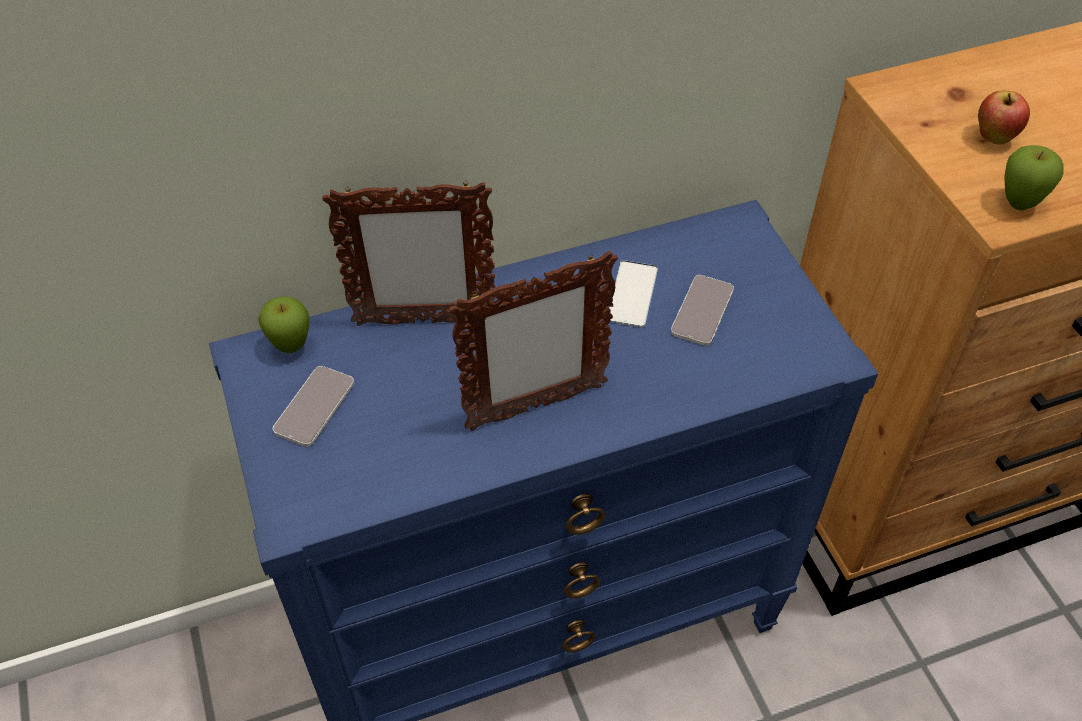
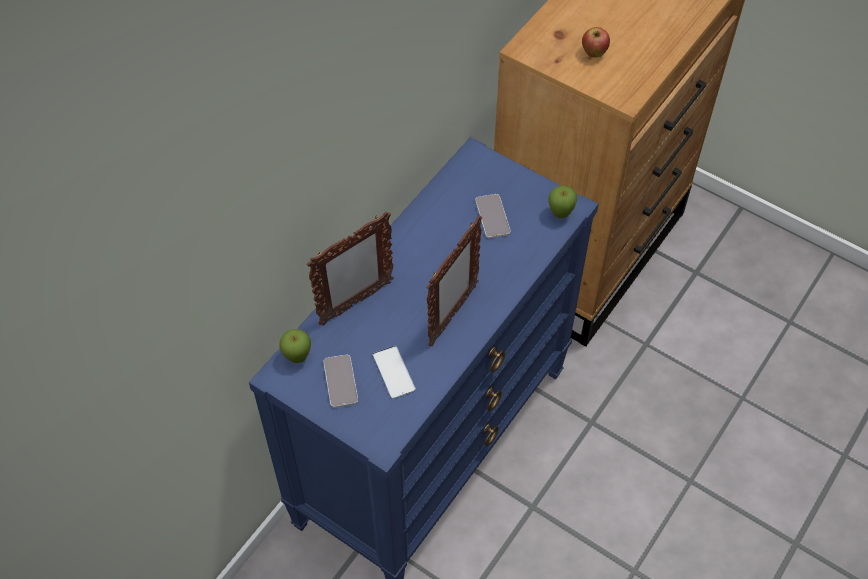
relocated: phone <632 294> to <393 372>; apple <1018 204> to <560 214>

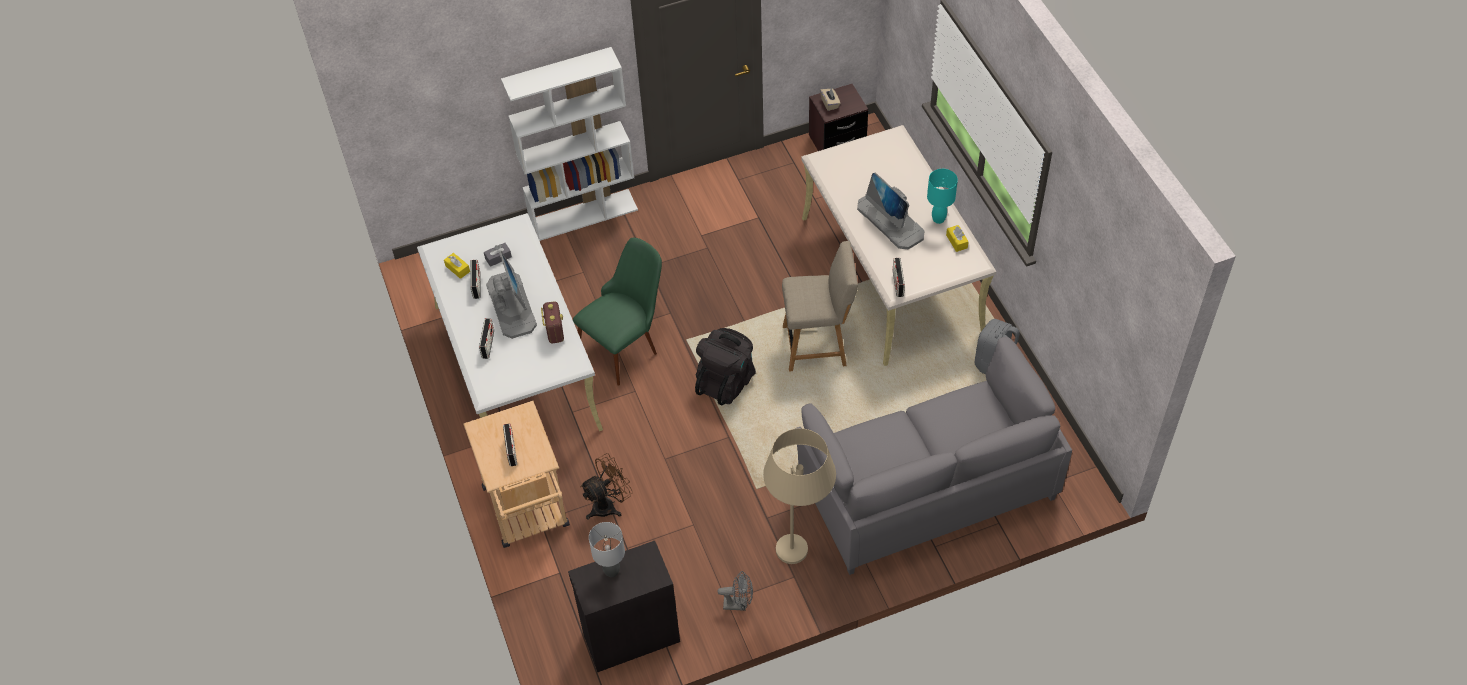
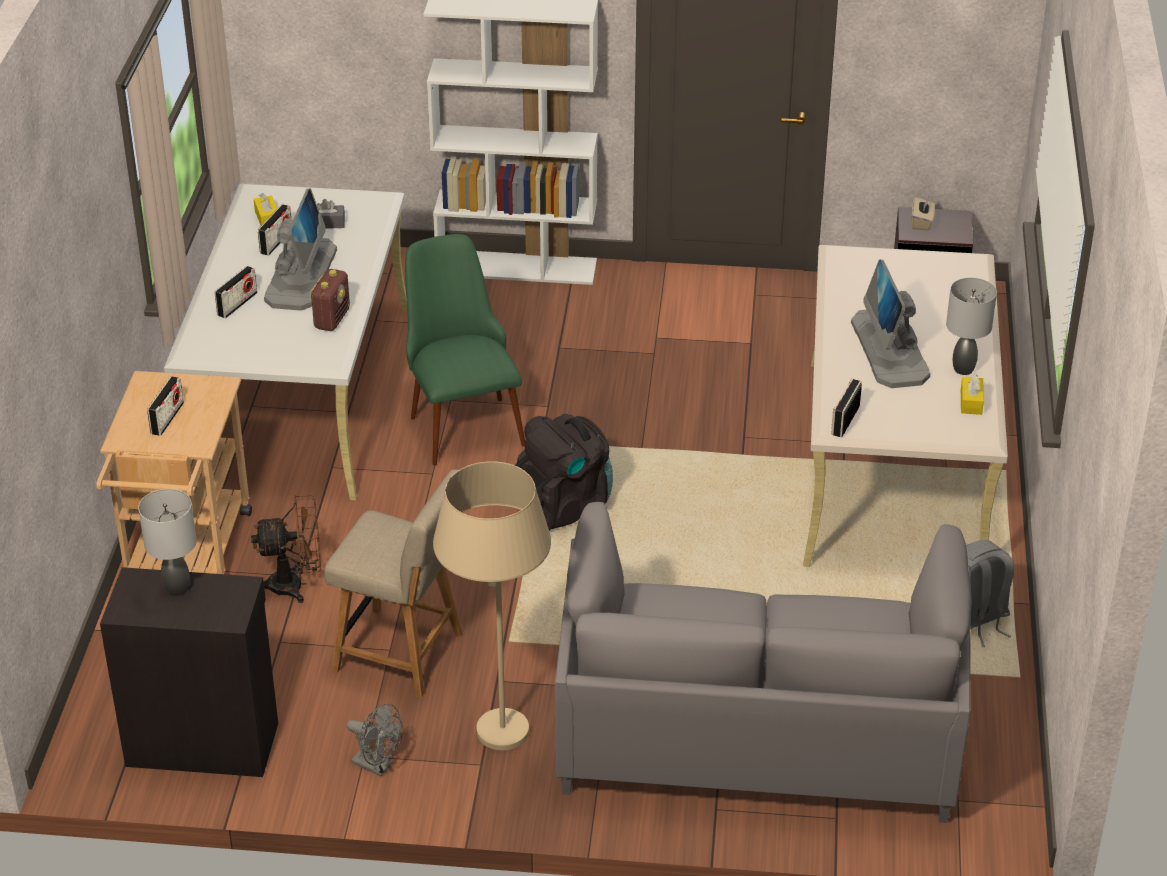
relocated: beige chair <818 345> to <404 654>
colour: turquoise table lamp <938 219> to grey table lamp <963 369>
spun: green chair <626 344> = <461 419> 90 degrees counterclockwise

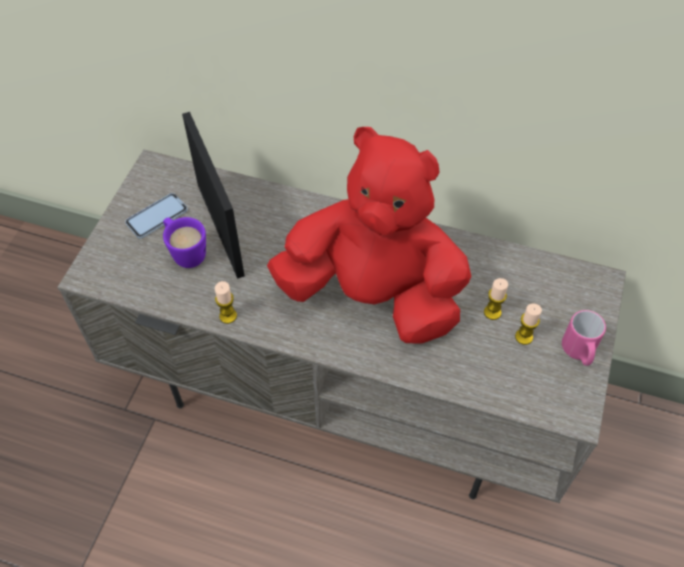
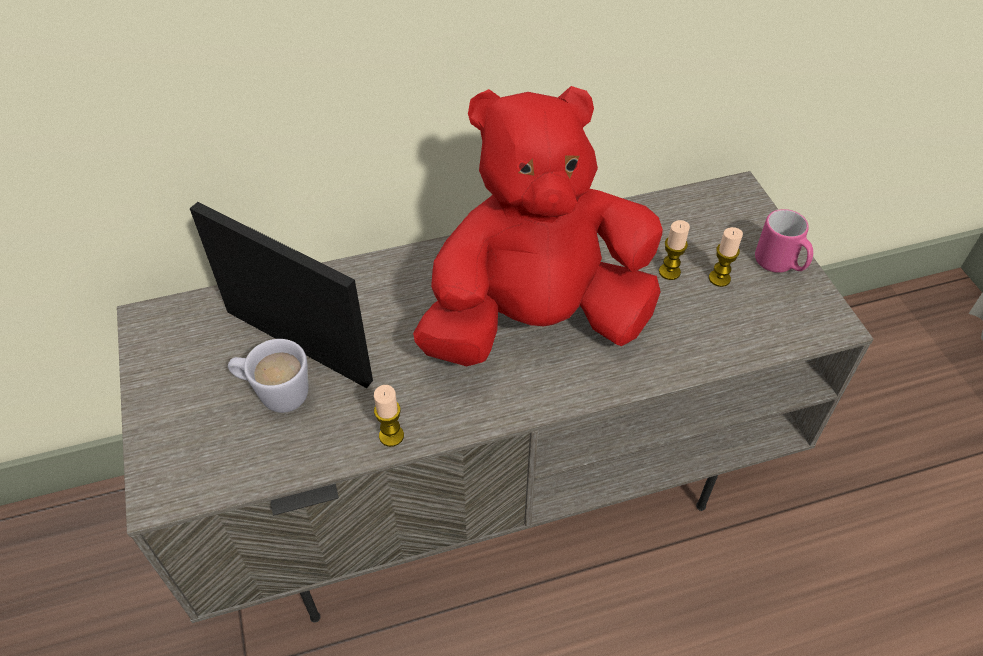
missing: phone <157 217>
colour: purple mug <185 252> to white mug <275 394>

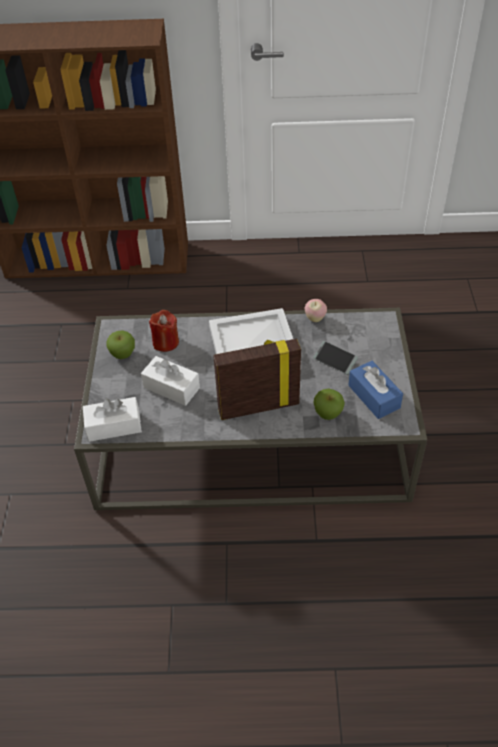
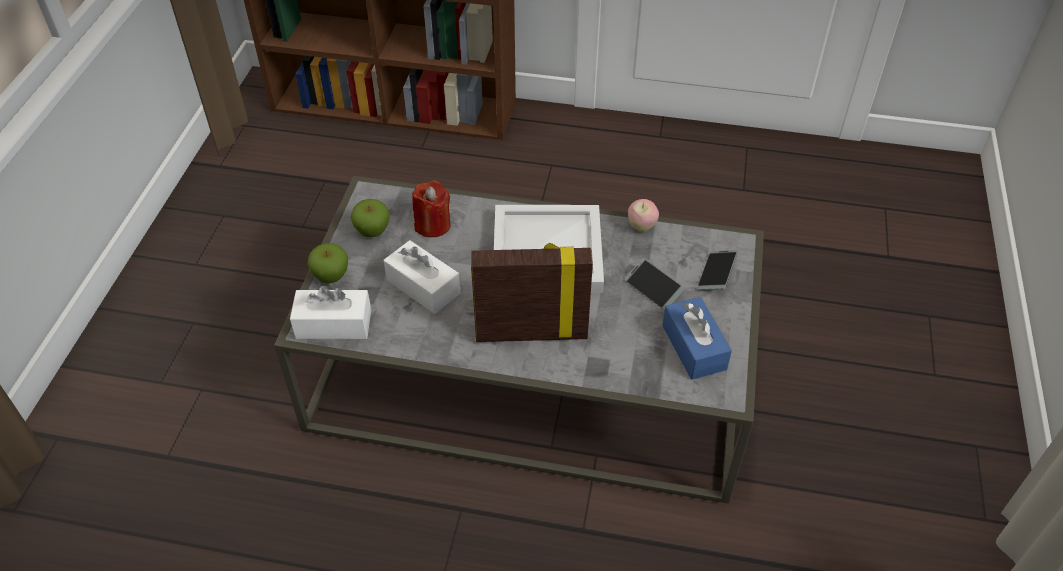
appeared: phone <716 274>
relocated: apple <328 414> to <331 276>

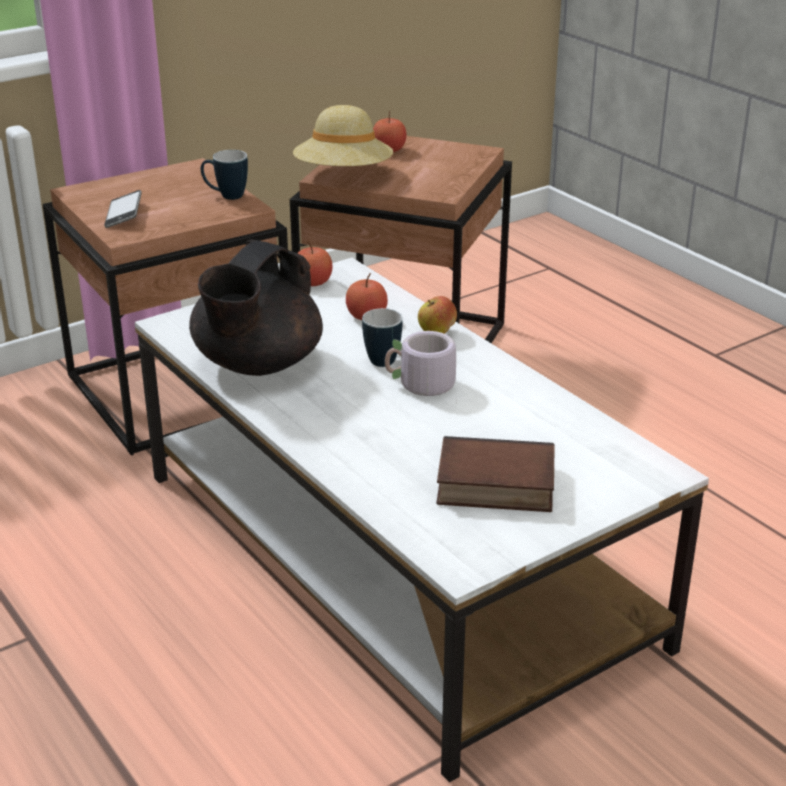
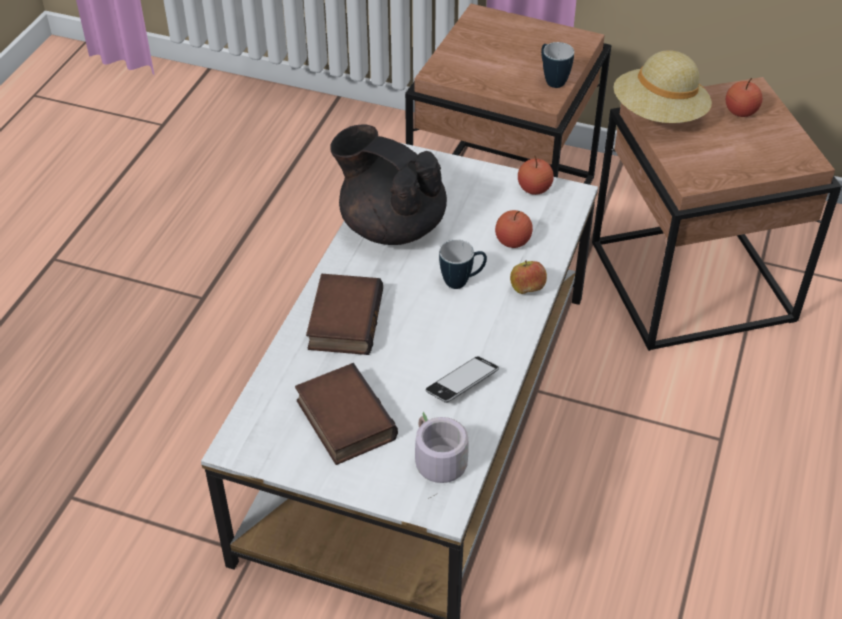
appeared: book <343 319>
relocated: grey mug <420 386> to <435 461>; phone <124 215> to <462 383>
spun: black teapot <257 365> = <391 225> 45 degrees clockwise

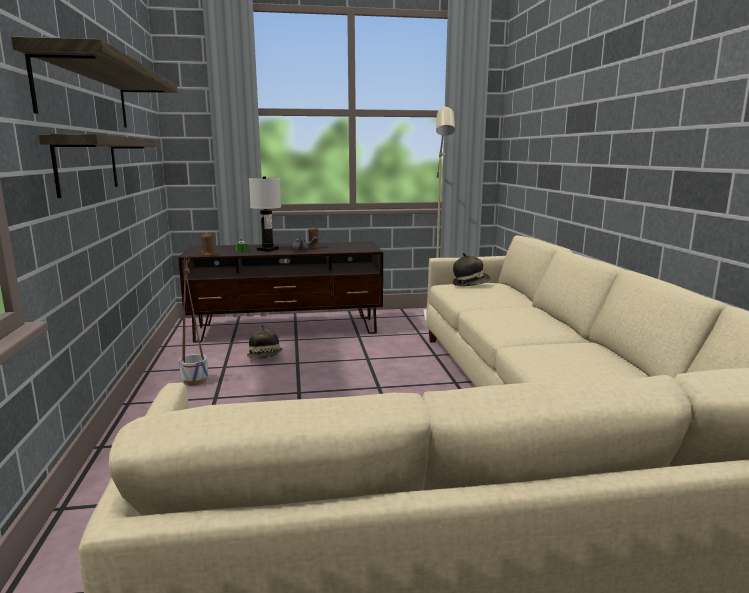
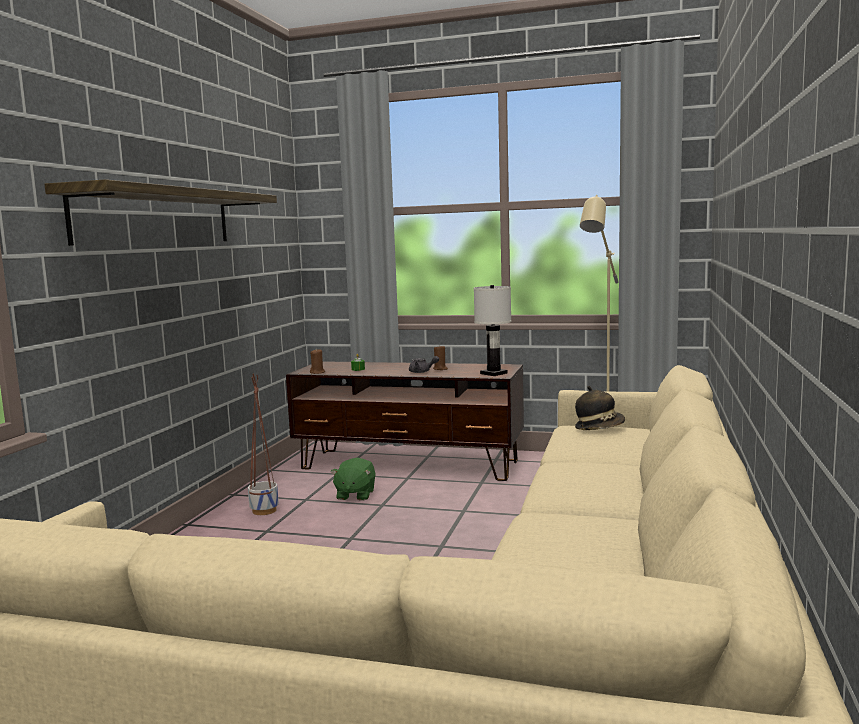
missing: shelf <87 164>
relocated: white table lamp <267 249> to <493 373>
exchanged: hat <265 357> to green plush toy <355 495>

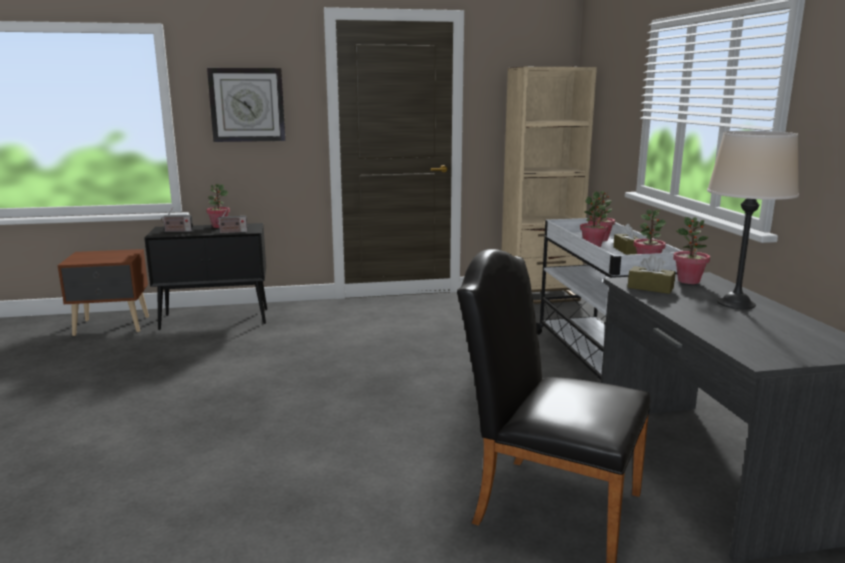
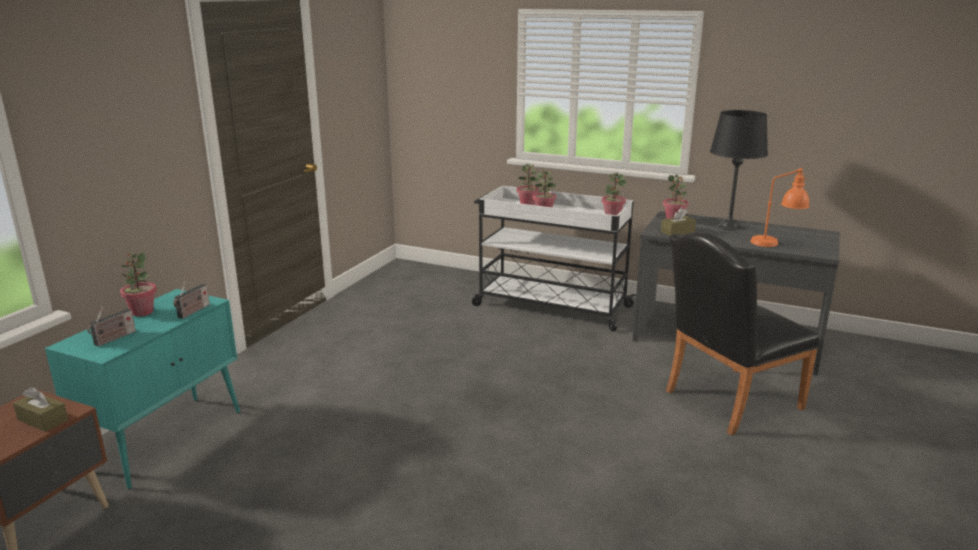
missing: wall clock <247 105>; beige bookcase <539 295>
appeared: orange table lamp <776 244>
relocated: brown tissue box <627 250> to <43 420>
colour: black cabinet <216 319> to turquoise cabinet <167 439>; beige table lamp <736 303> to black table lamp <729 226>

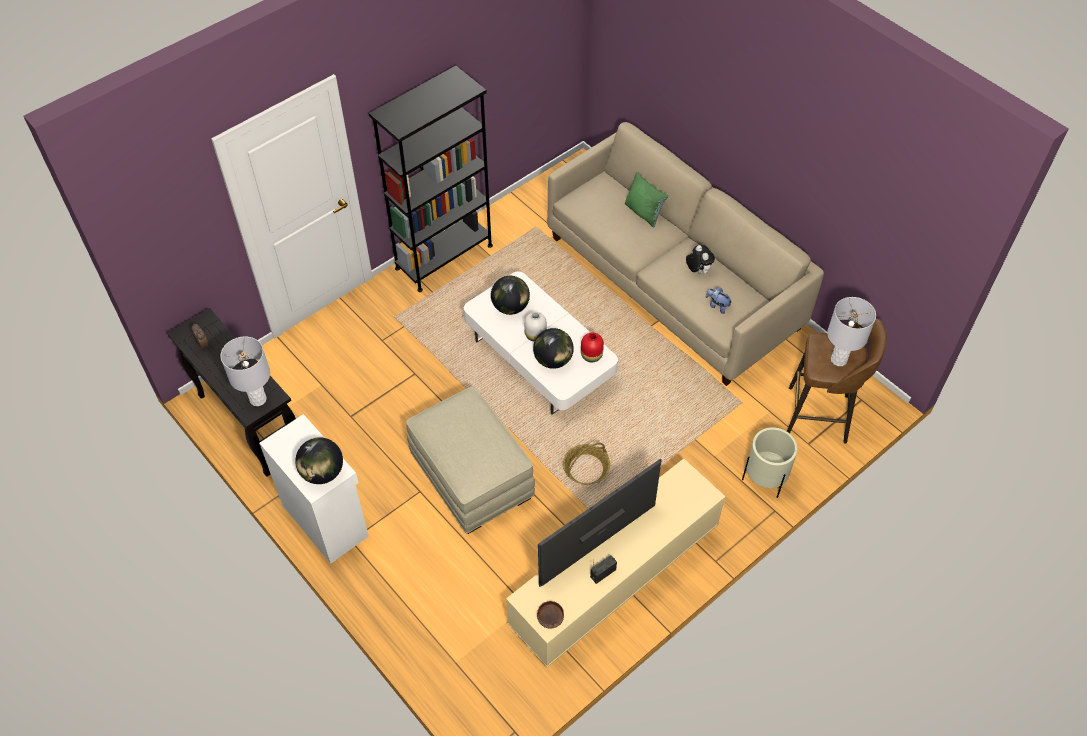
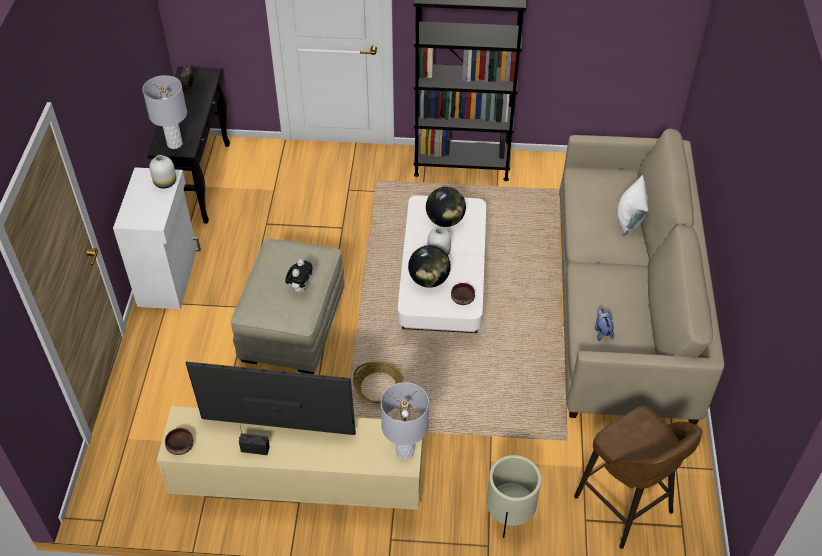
missing: globe <322 472>
appeared: white vase <166 182>
relocated: plush toy <697 271> to <300 287>; grey table lamp <838 360> to <404 451>
exchanged: red vase <592 355> to brown bowl <463 299>
colour: green pillow <644 213> to white pillow <629 220>

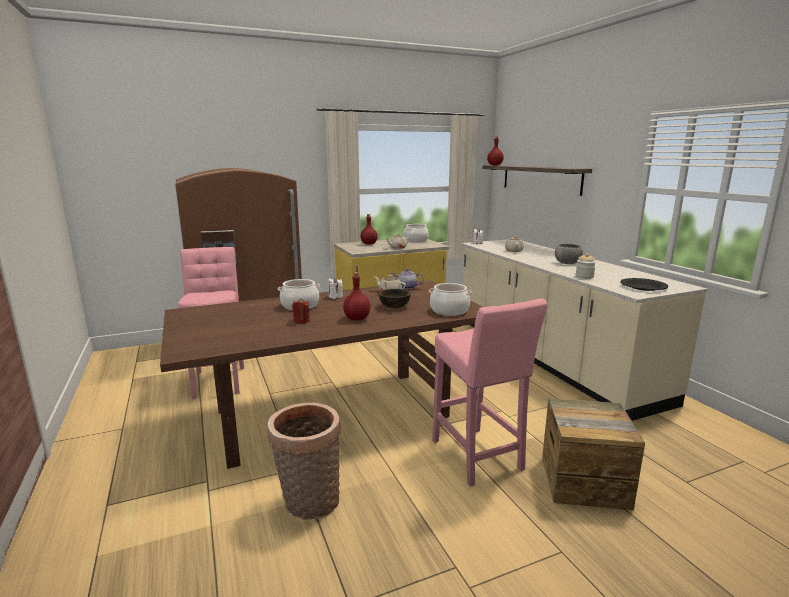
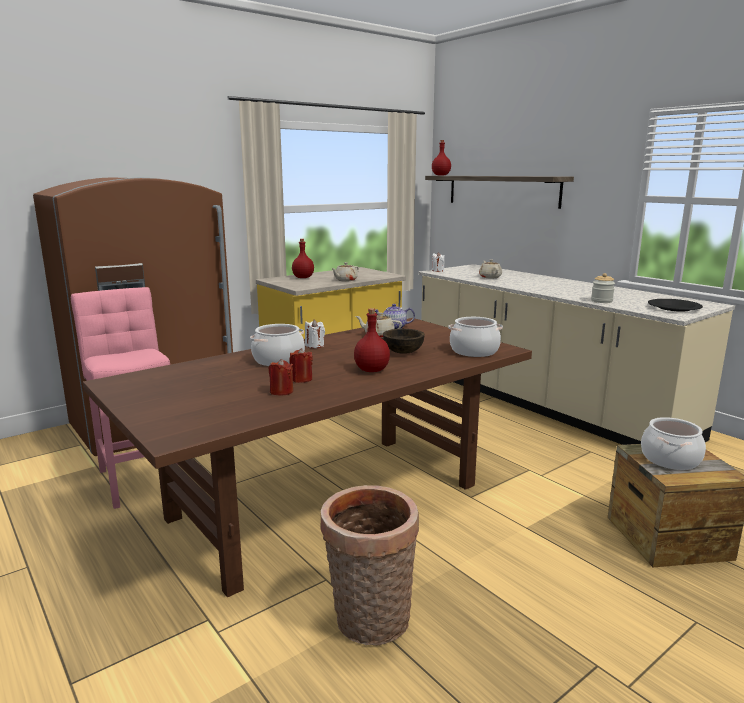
missing: pink stool <478 458>; grey bowl <567 263>
appeared: red candle <281 391>
relocated: cooking pot <416 240> to <670 459>

